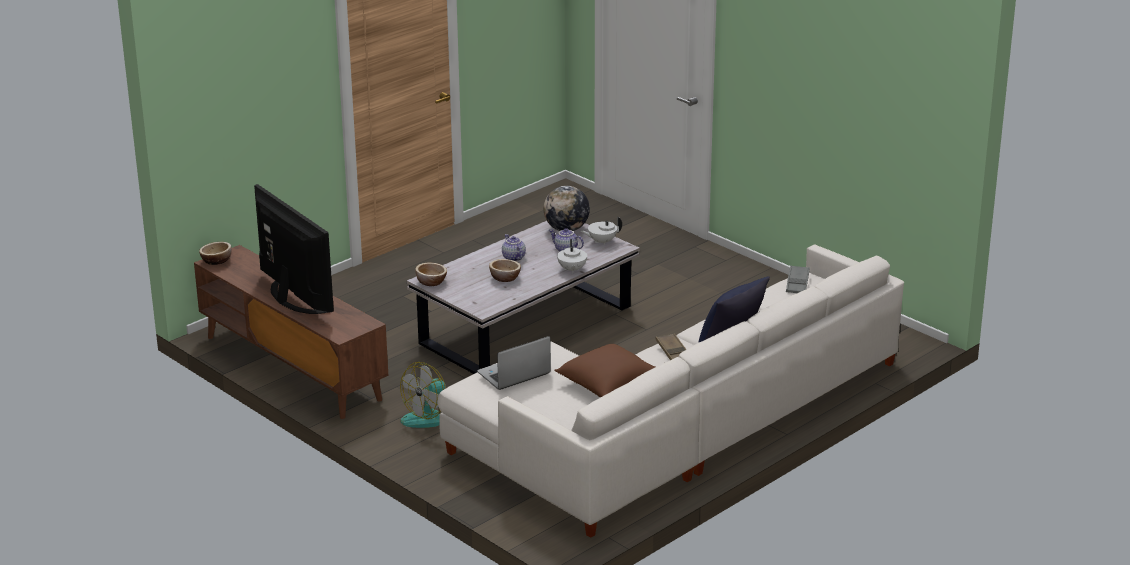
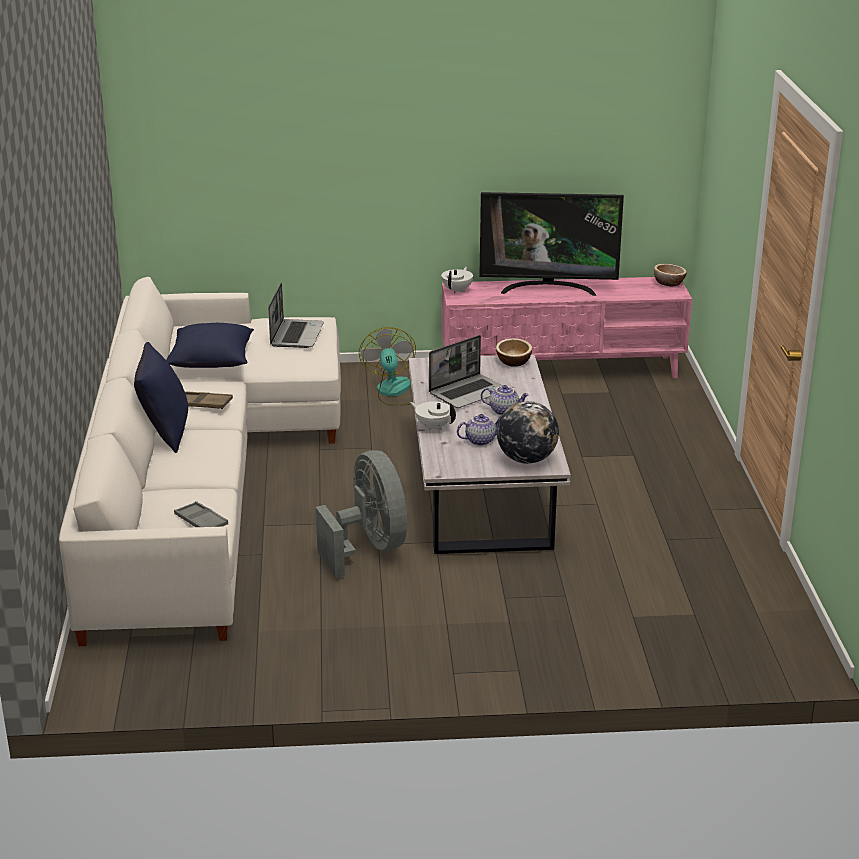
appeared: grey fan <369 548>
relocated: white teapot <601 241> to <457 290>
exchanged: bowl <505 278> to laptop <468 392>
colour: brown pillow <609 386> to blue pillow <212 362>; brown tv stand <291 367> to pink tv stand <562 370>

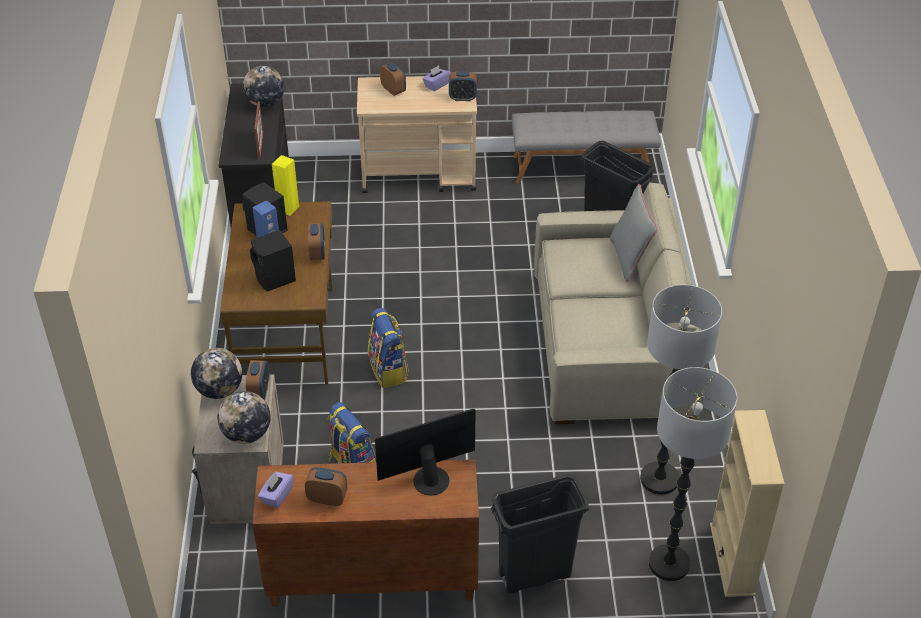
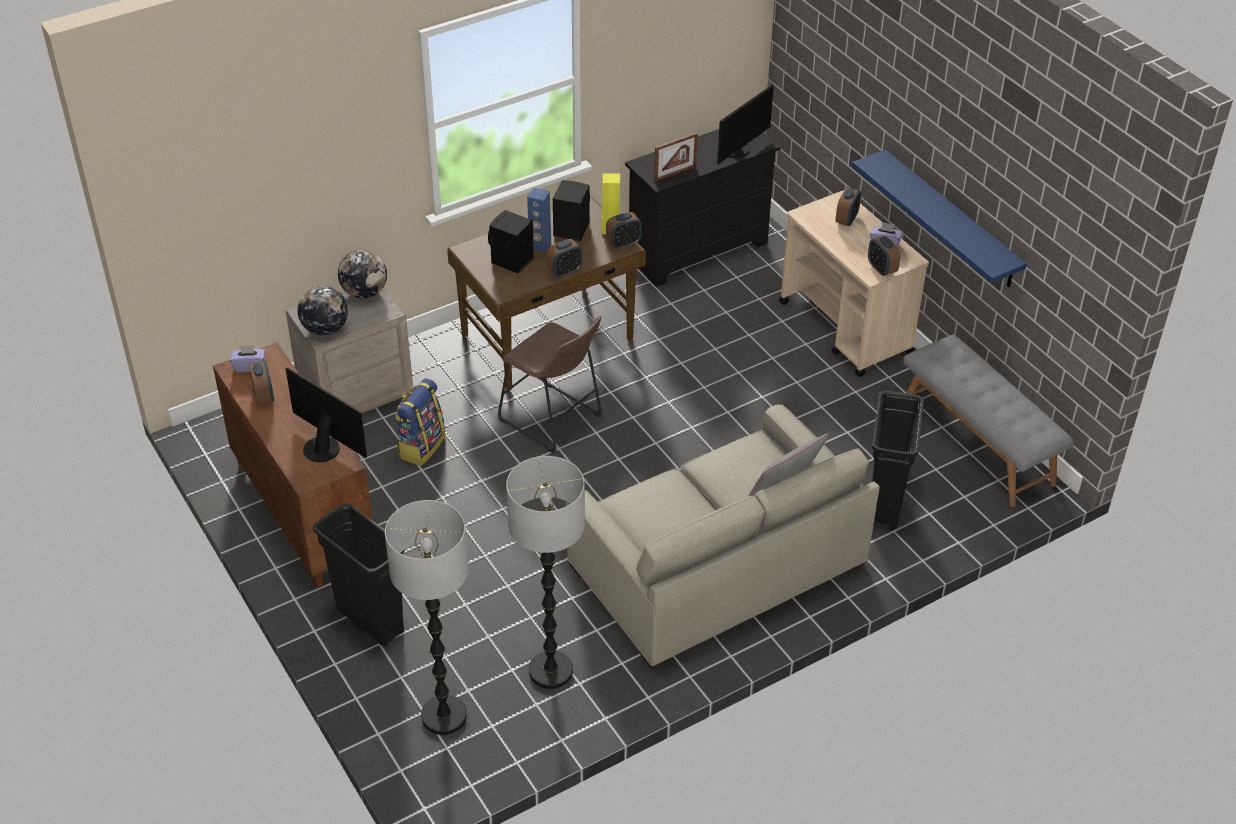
missing: beige bookcase <732 559>
appeared: blue shelf <950 219>
relocated: alarm clock <259 392> to <623 243>
exchanged: backpack <389 370> to brown stool <554 421>; globe <265 103> to monitor <738 150>

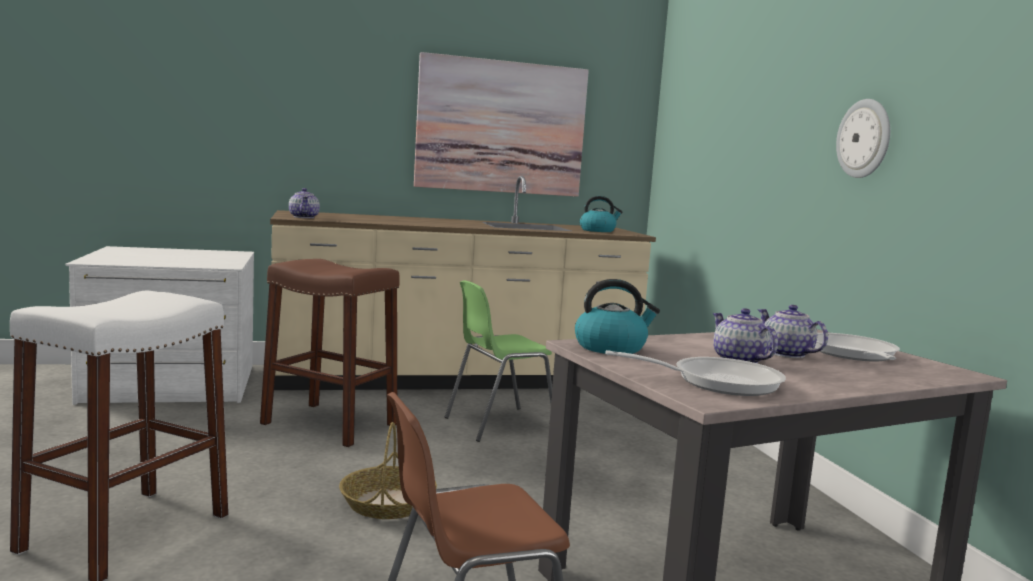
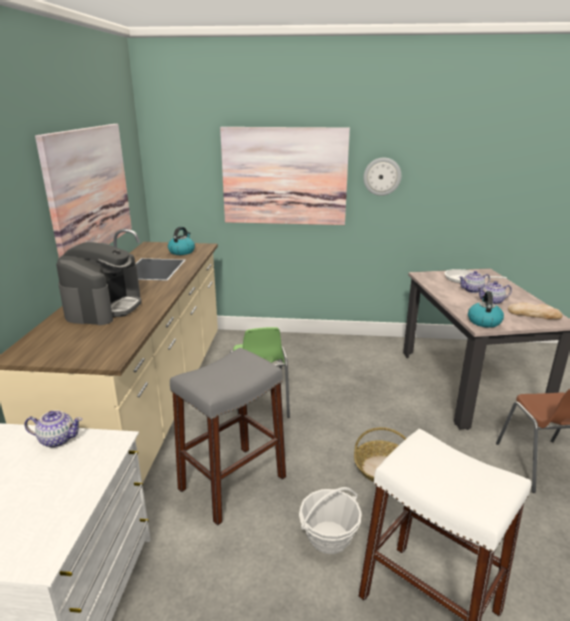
appeared: coffee machine <104 307>; picture <284 176>; basket <329 537>
relocated: teapot <304 217> to <57 439>
exchanged: frying pan <716 382> to bread <534 314>
colour: brown stool <329 424> to grey stool <232 483>

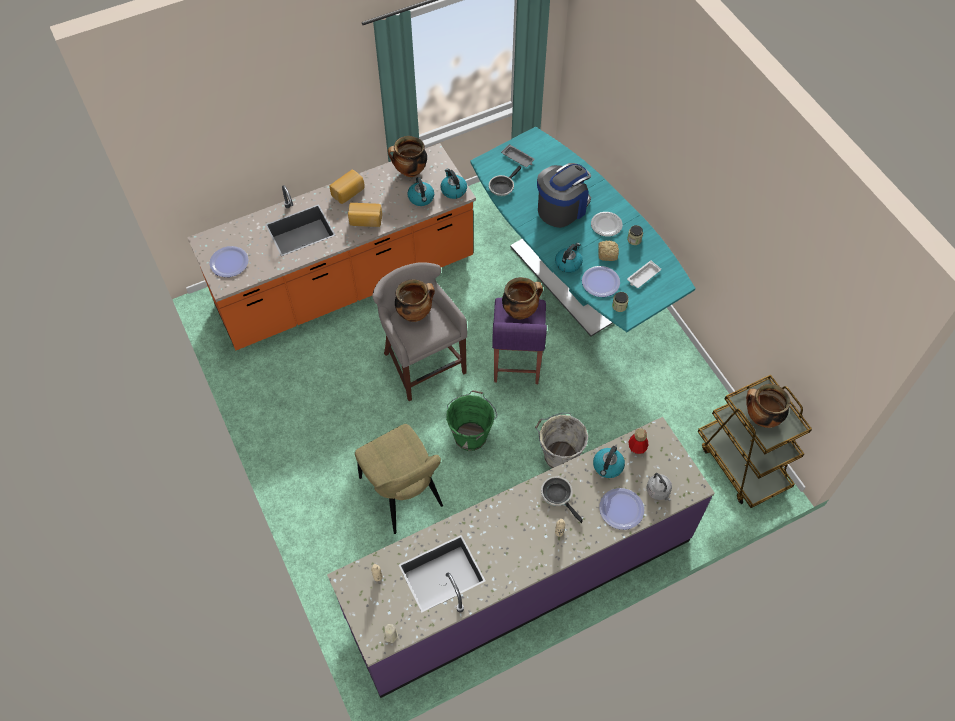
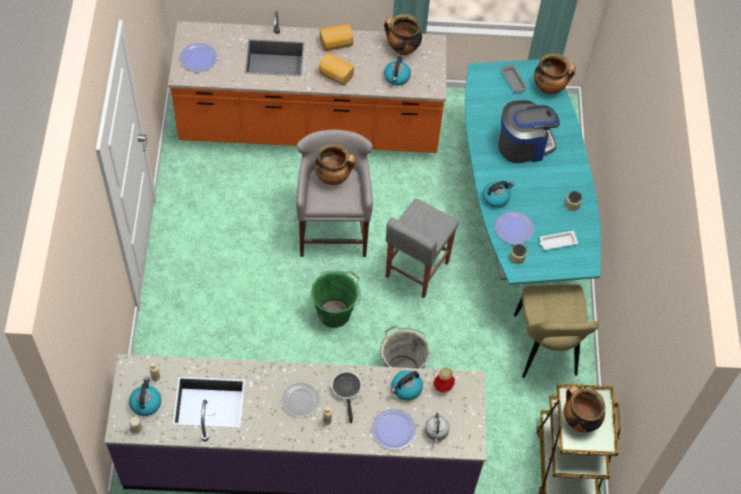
missing: frying pan <502 187>; bread <608 253>
relocated: kettle <453 190> to <146 403>; plate <606 225> to <300 400>; beige chair <403 495> to <545 349>; cooking pot <520 311> to <549 87>
colour: purple stool <516 363> to grey stool <416 270>

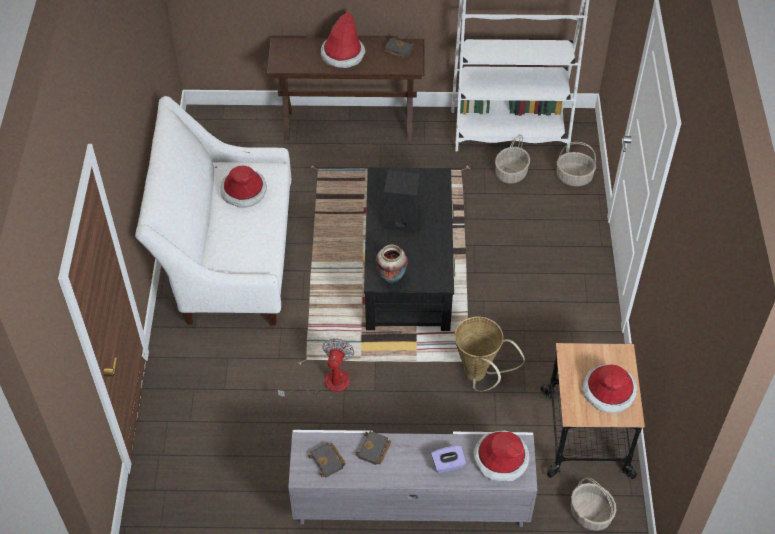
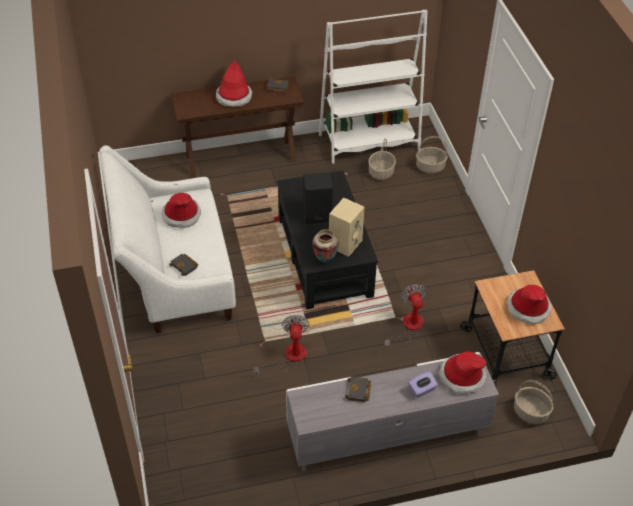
appeared: beige speaker <345 243>
relocated: black book <328 461> to <185 266>
exchanged: basket <479 377> to fan <408 327>

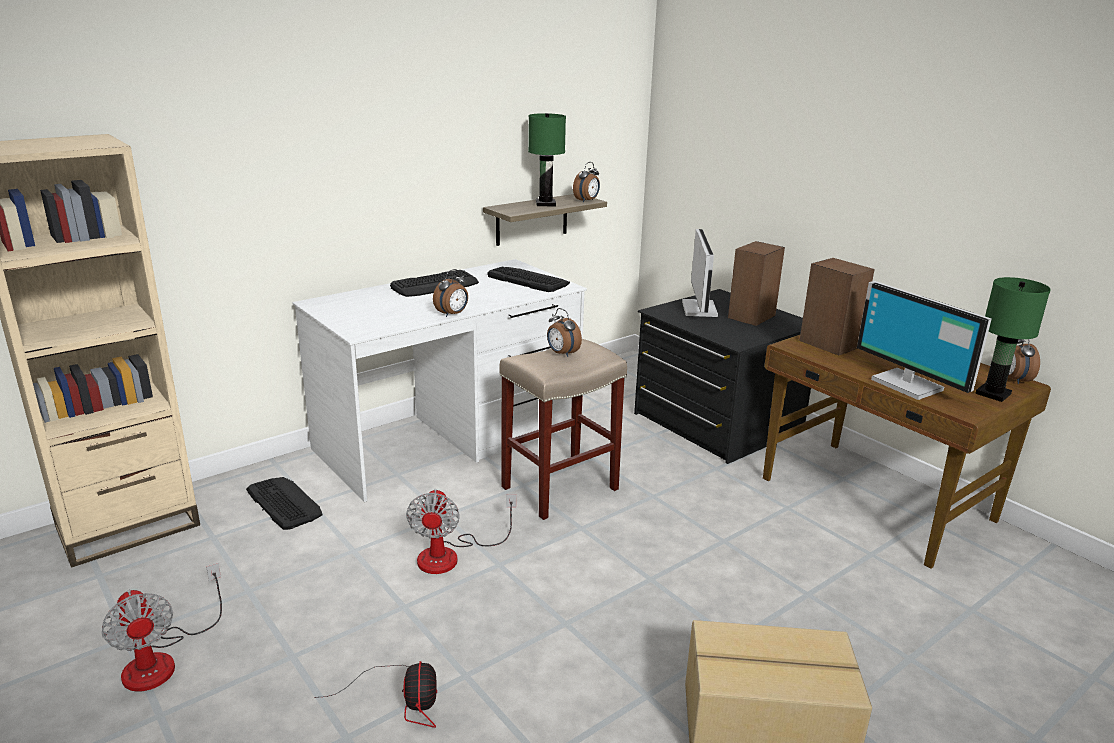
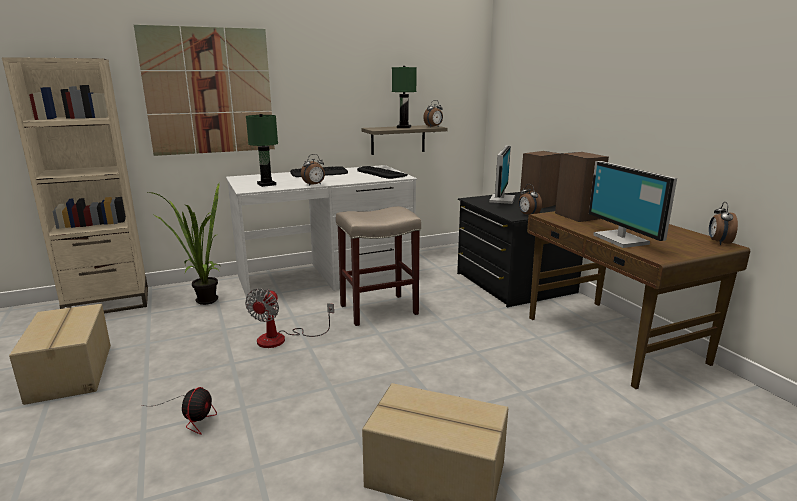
appeared: picture <209 91>
relocated: green table lamp <992 393> to <266 184>; alarm clock <562 354> to <528 215>
exchanged: fan <162 659> to cardboard box <72 372>; keyboard <284 503> to potted plant <202 300>

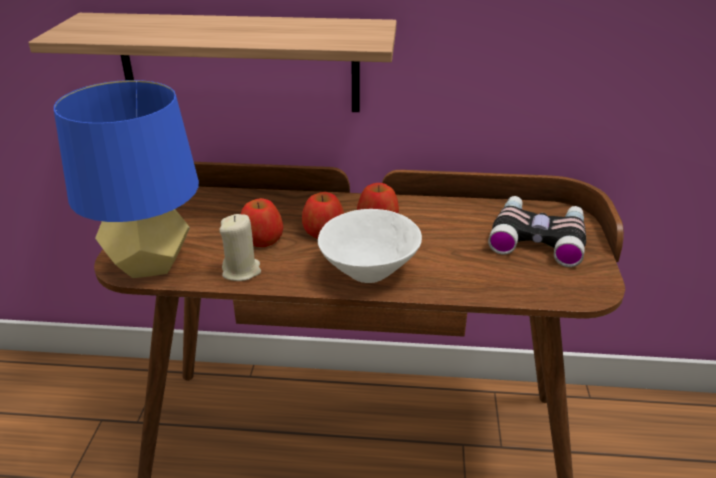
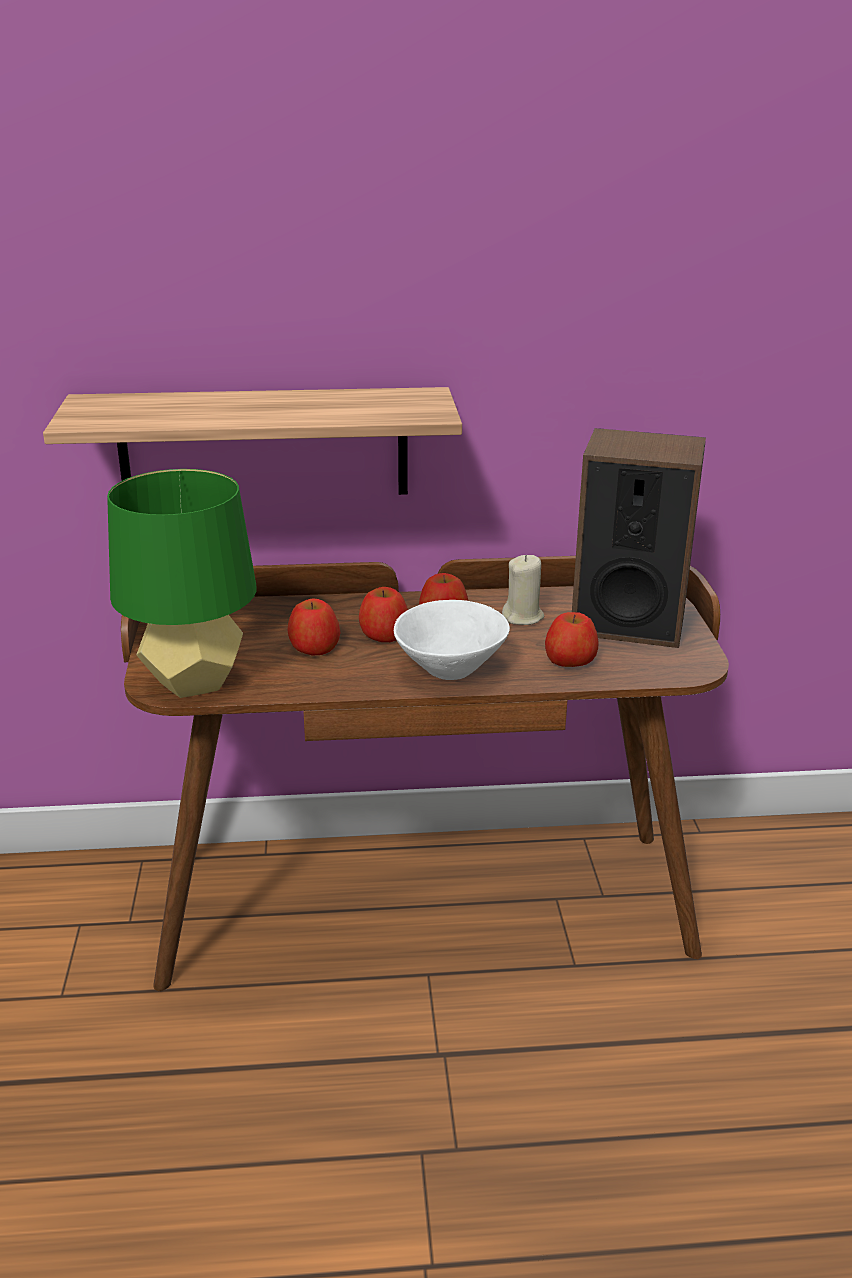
appeared: apple <569 660>
relocated: beige candle <241 271> to <523 617>
exchanged: binoculars <538 238> to speaker <628 622>
colour: blue table lamp <150 263> to green table lamp <193 681>

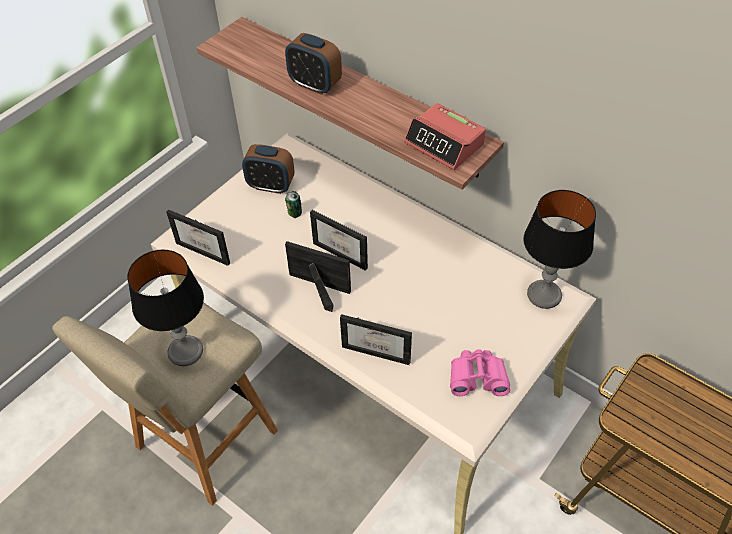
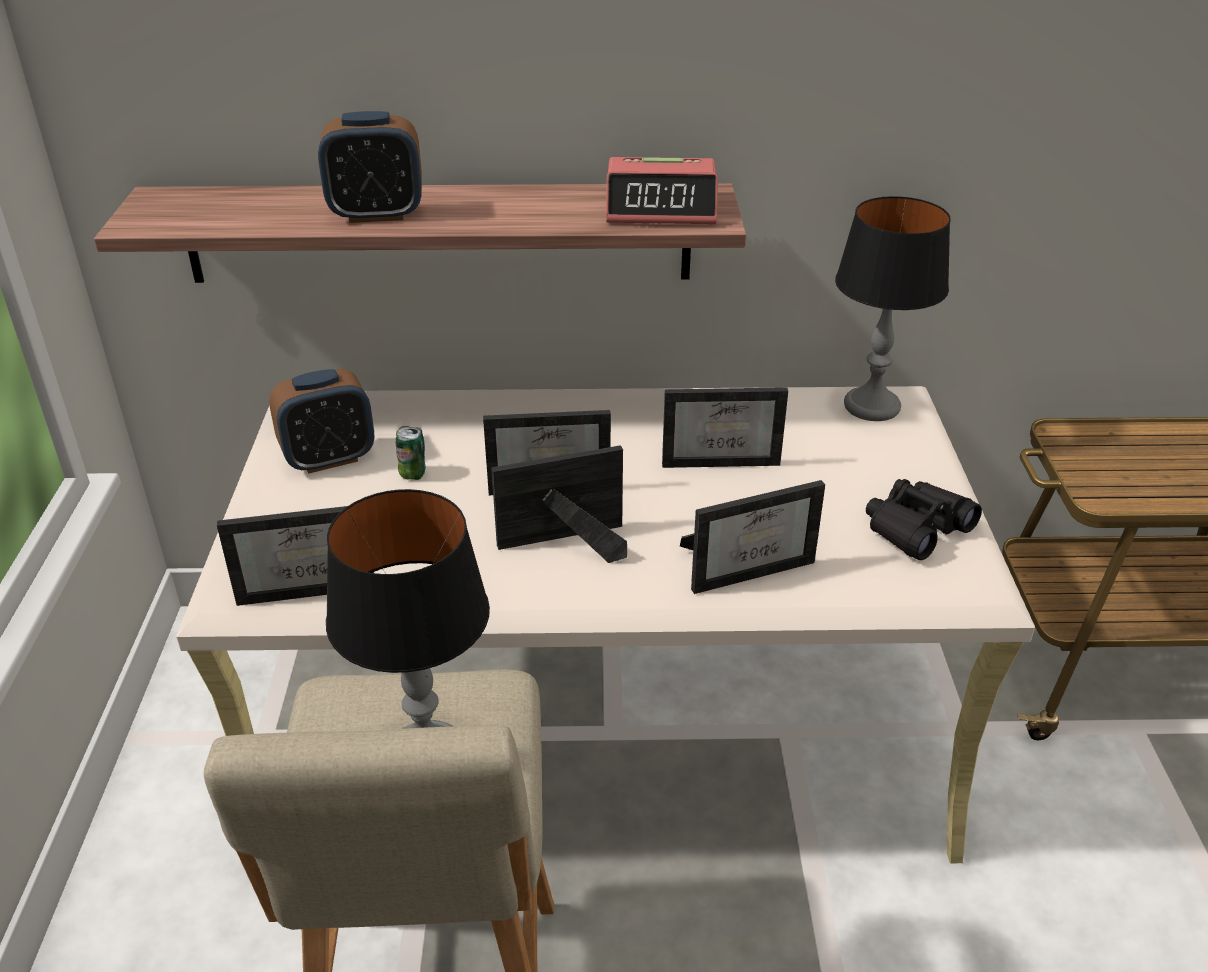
appeared: picture frame <722 458>
colour: pink binoculars <477 377> to black binoculars <916 528>

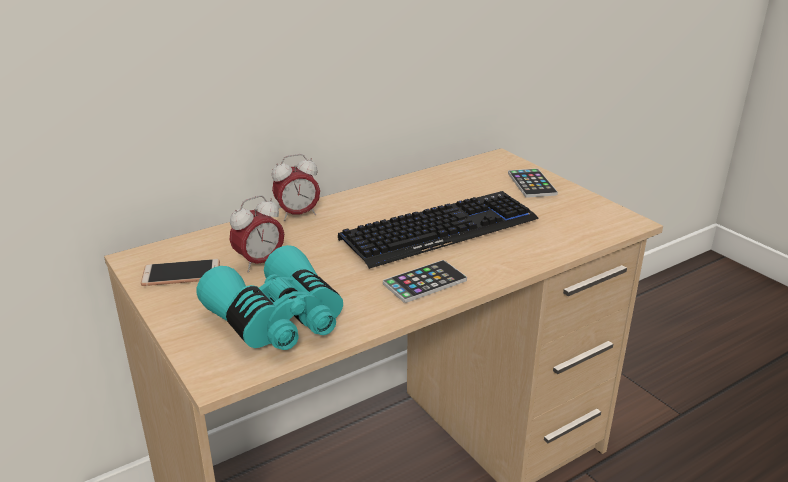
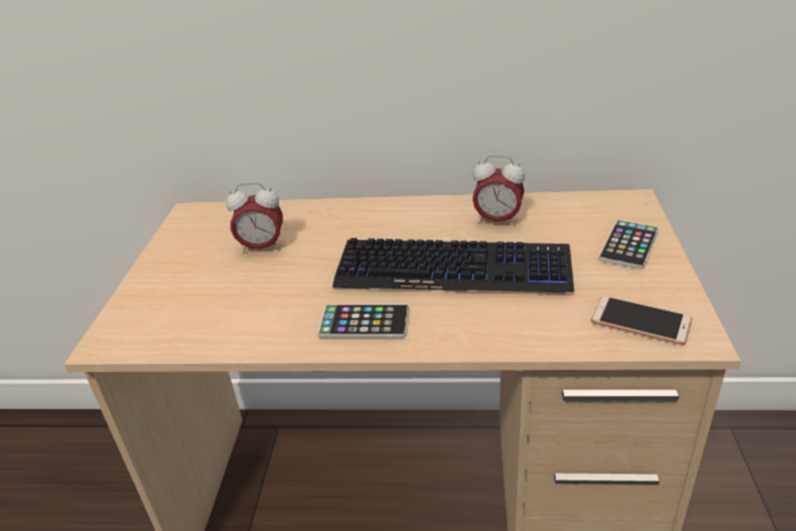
missing: turquoise binoculars <278 320>
relocated: alarm clock <298 215> to <497 221>; phone <181 274> to <640 321>

